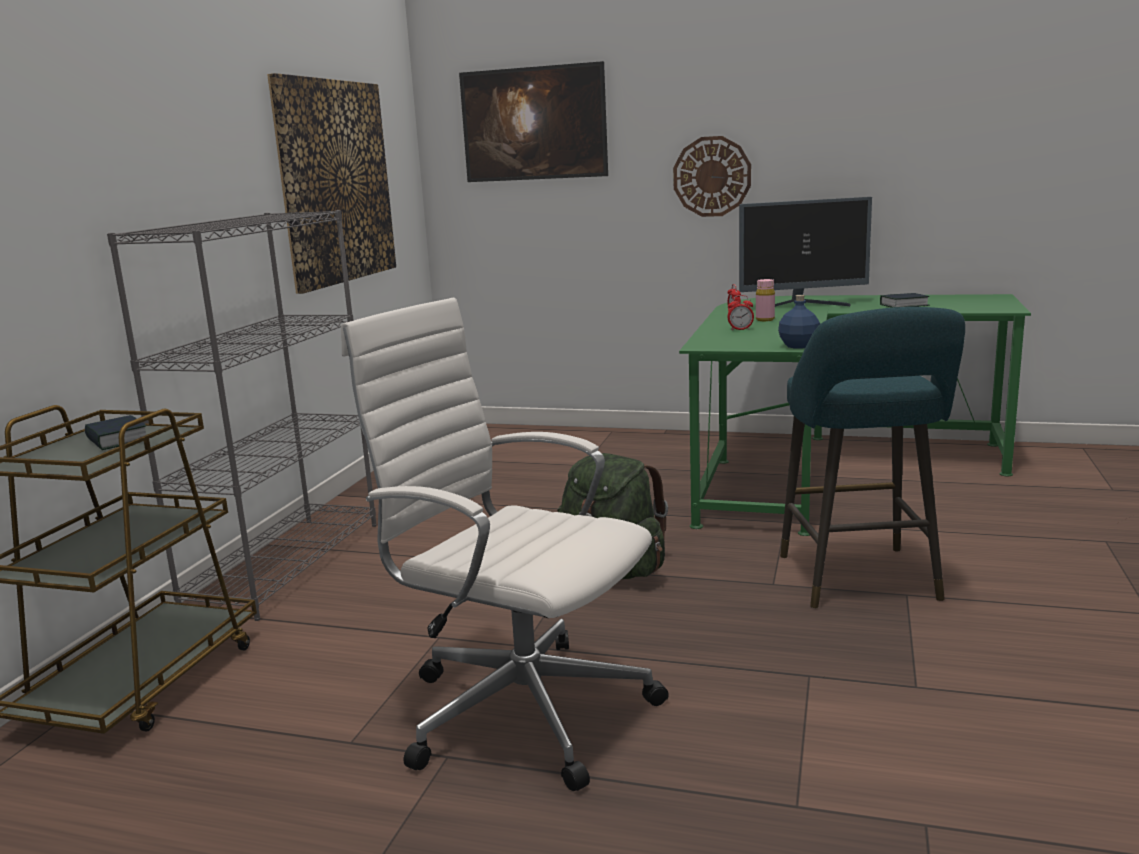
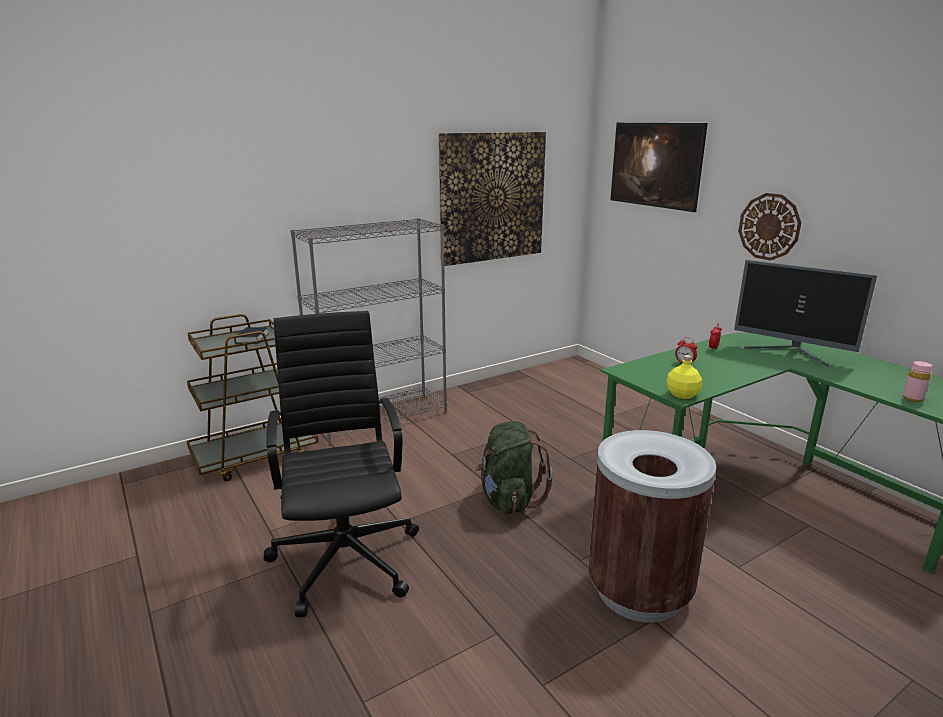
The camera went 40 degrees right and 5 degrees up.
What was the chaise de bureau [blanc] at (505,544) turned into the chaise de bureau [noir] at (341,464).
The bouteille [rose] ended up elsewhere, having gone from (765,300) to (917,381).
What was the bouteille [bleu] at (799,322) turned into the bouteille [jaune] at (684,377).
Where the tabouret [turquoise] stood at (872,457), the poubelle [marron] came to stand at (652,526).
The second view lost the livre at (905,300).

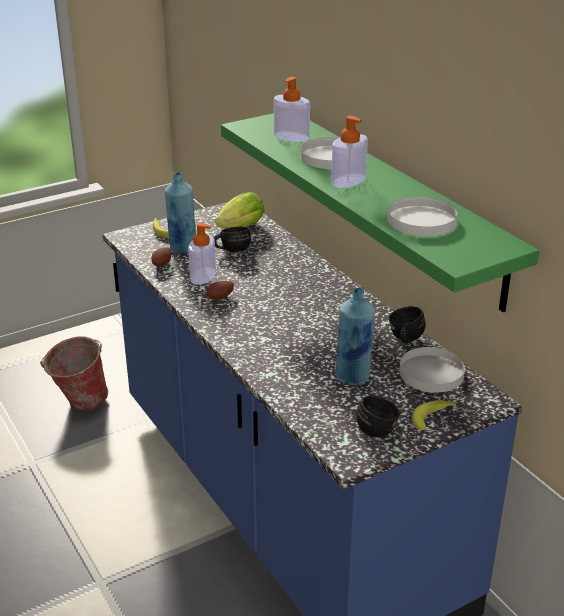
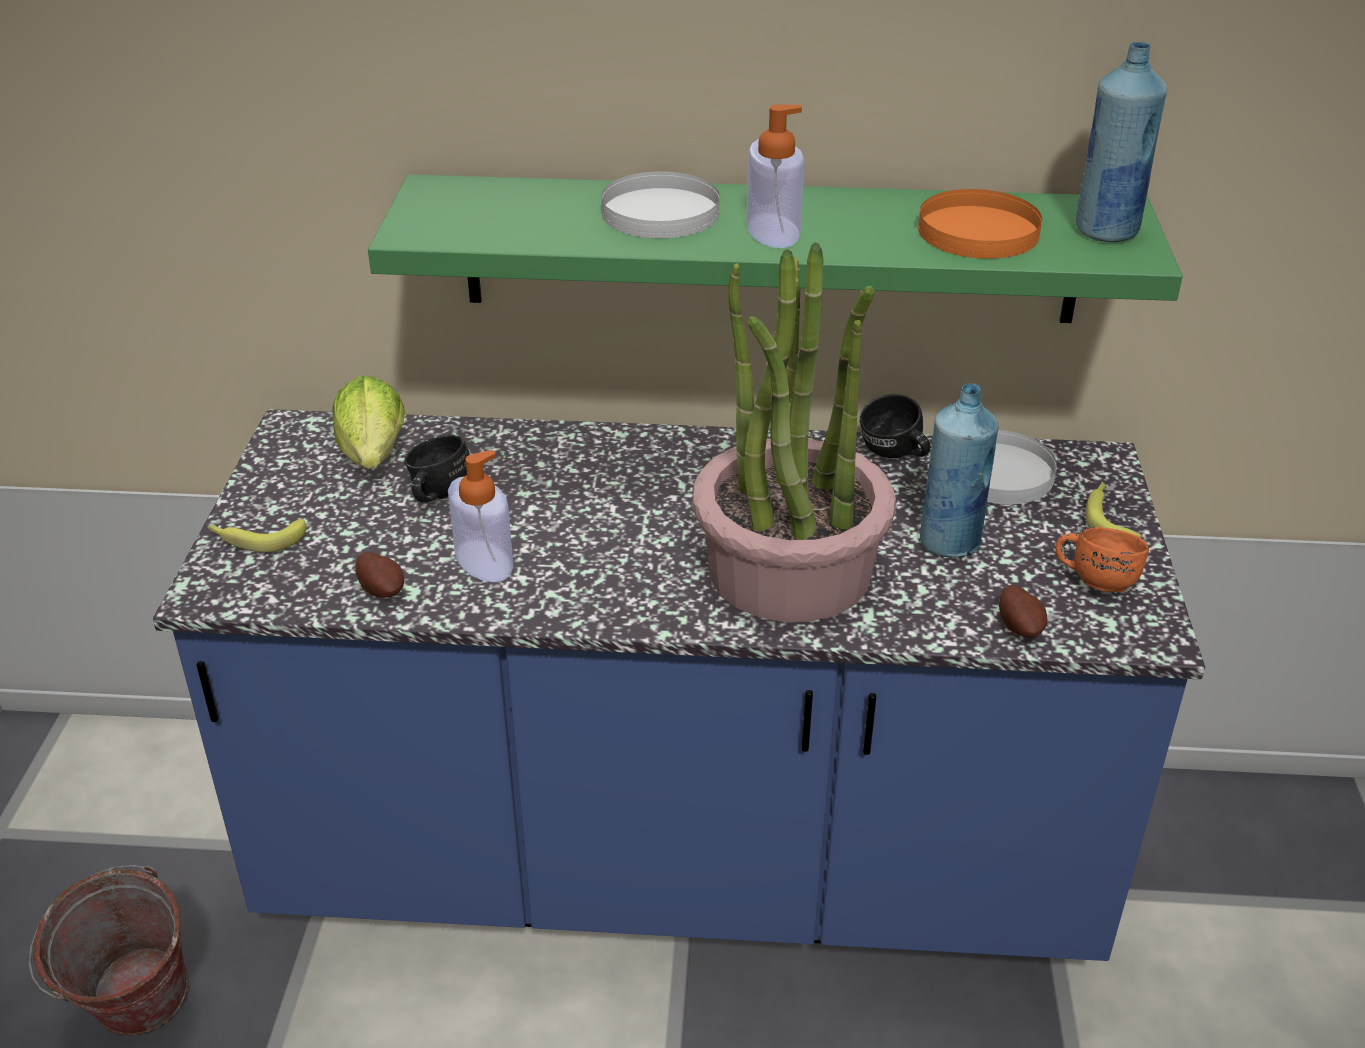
The camera went 55 degrees left and 5 degrees up.
The bouteille [bleu] ended up elsewhere, having gone from (180,213) to (1121,142).
The pomme de terre ended up elsewhere, having gone from (220,290) to (1023,611).
The second view lost the distributeur de savon at (292,109).
What was the mug [noir] at (378,415) turned into the mug [orange] at (1102,559).
What was the assiette [blanc] at (422,216) turned into the assiette [orange] at (980,224).
The second view gained the plante en pot at (794,432).

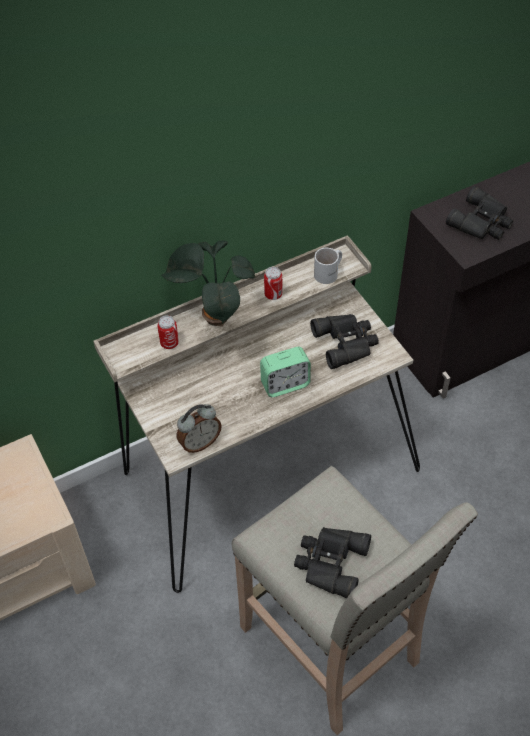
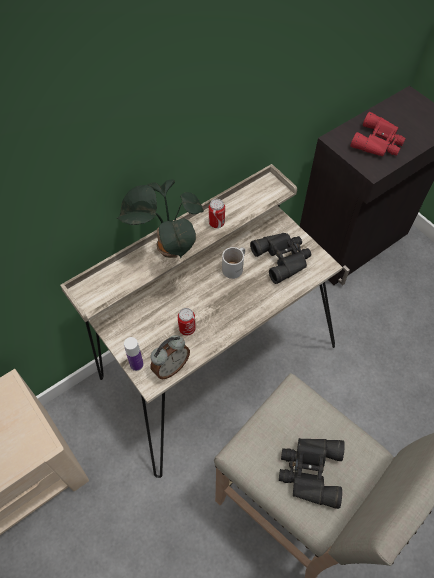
The camera went 10 degrees left and 5 degrees up.
The boîte métallique ended up elsewhere, having gone from (168,332) to (187,322).
The second view lost the réveil at (285,372).
The mug [blanc] ended up elsewhere, having gone from (328,266) to (233,263).
What was the jumelles [noir] at (479,213) turned into the jumelles [rouge] at (378,134).
The second view gained the bouteille at (134,354).

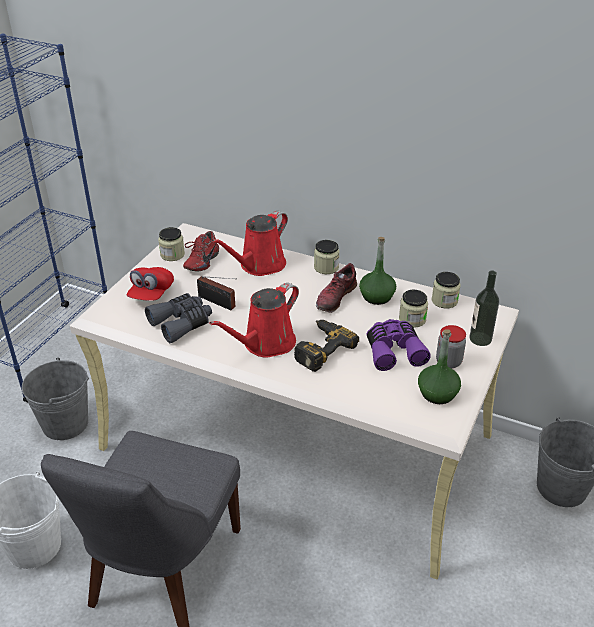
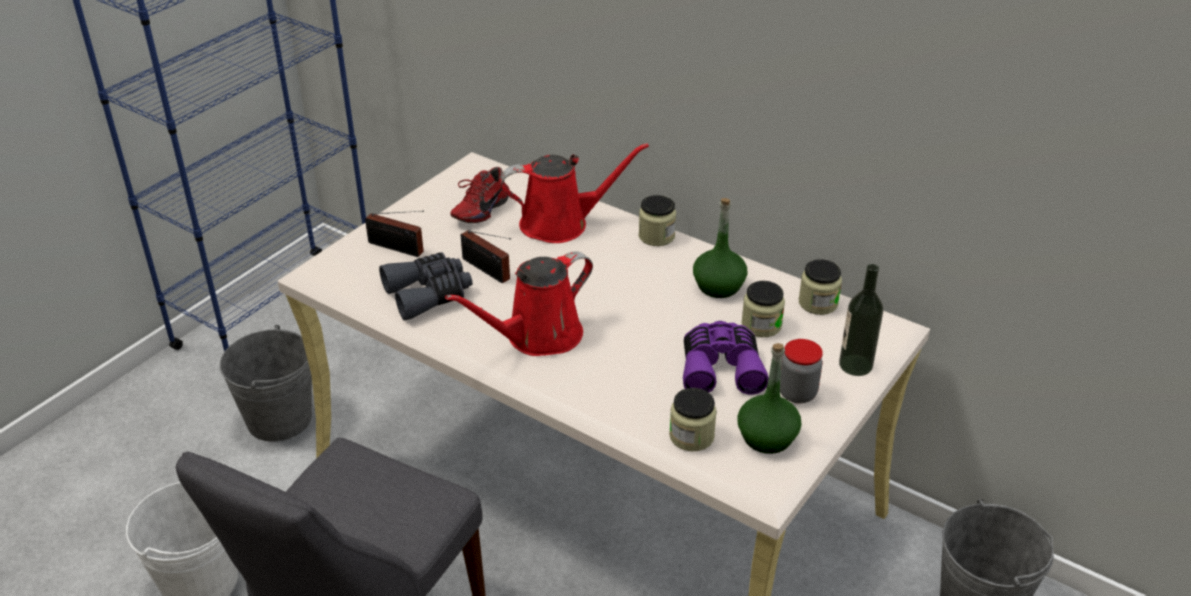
The camera went 10 degrees right and 0 degrees up.
Where the casquette [rouge] stood at (150,284), the radio came to stand at (394,234).
The bocal ended up elsewhere, having gone from (171,244) to (693,419).
The arrosoir [rouge] at (250,243) ended up facing another way, 150 degrees counterclockwise from before.
The second view lost the perceuse at (326,346).
The second view lost the chaussure at (336,288).

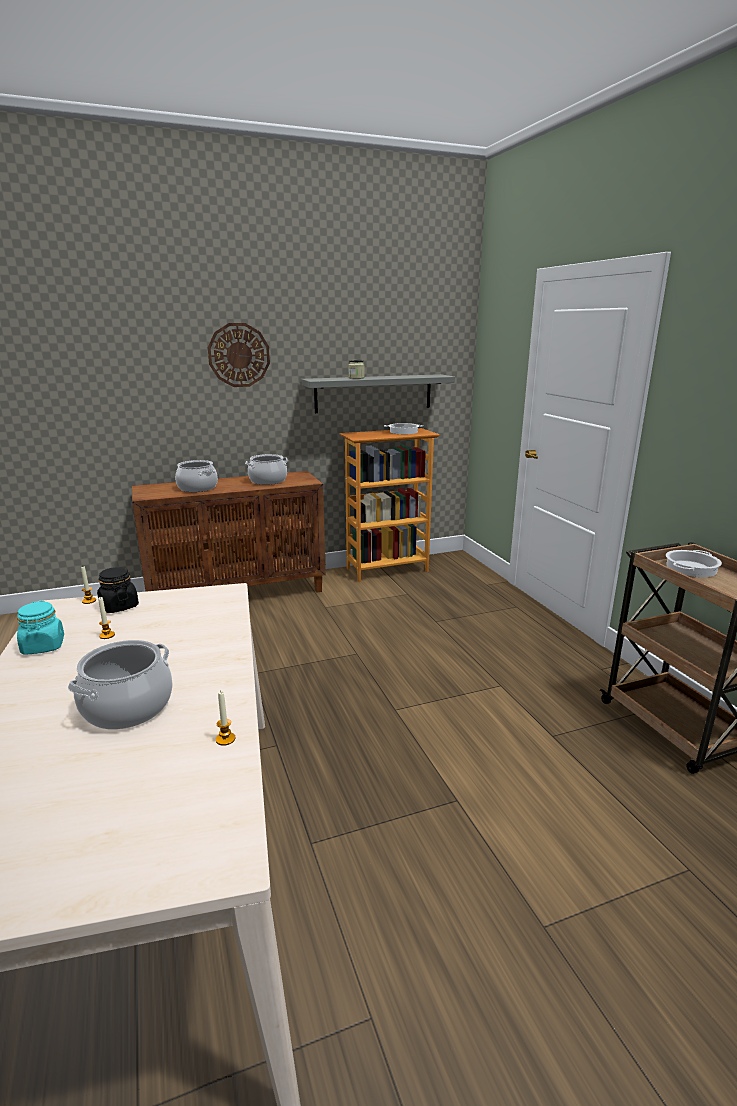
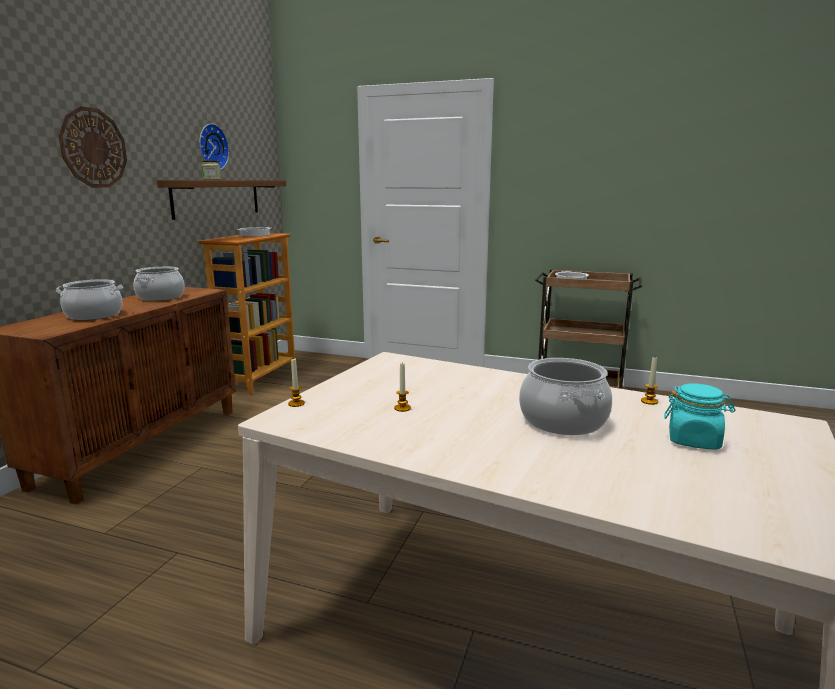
The camera went 50 degrees left and 5 degrees down.
The bocal [turquoise] ended up elsewhere, having gone from (40,628) to (699,416).
The second view lost the bocal [noir] at (118,590).
What was the étagère [gris] at (378,393) turned into the étagère [marron] at (221,200).
The second view gained the horloge murale at (214,147).

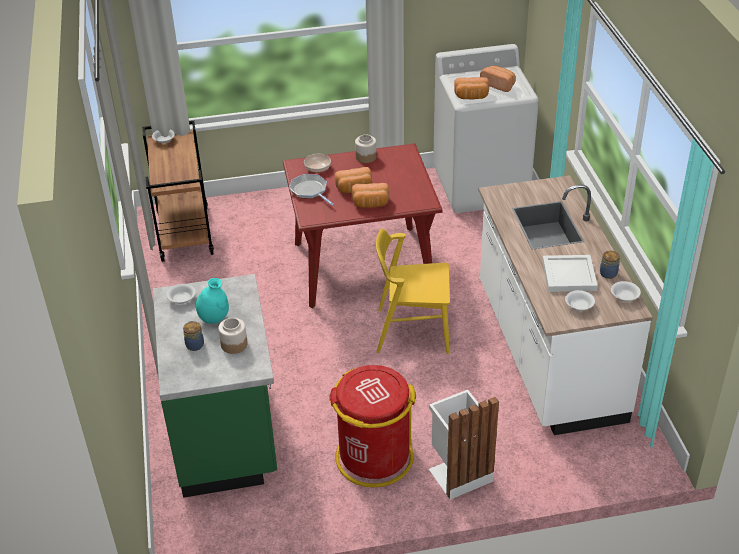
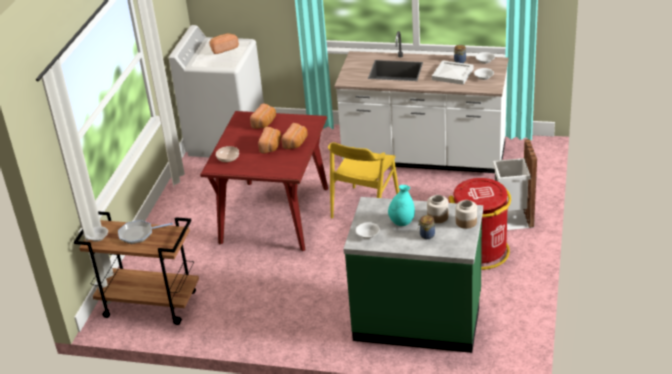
The camera went 65 degrees left and 5 degrees down.
The poêle ended up elsewhere, having gone from (311,190) to (145,232).
The bocal ended up elsewhere, having gone from (366,148) to (466,214).
The pain ended up elsewhere, having gone from (471,88) to (263,116).

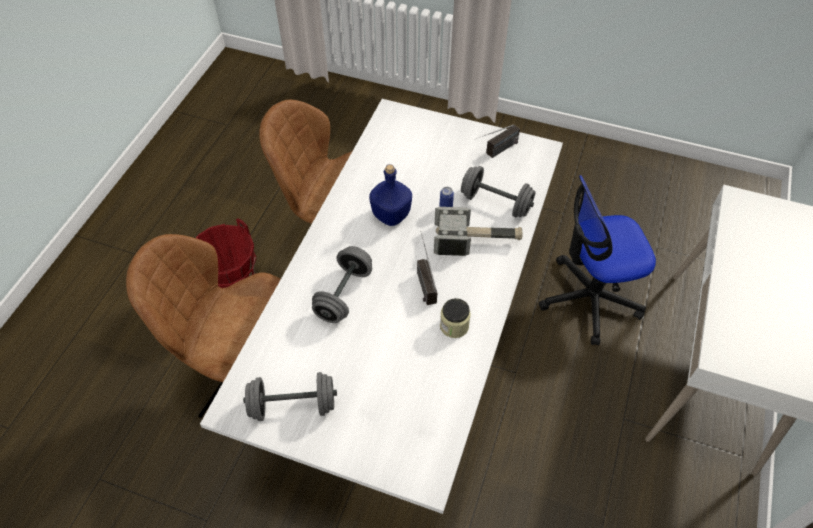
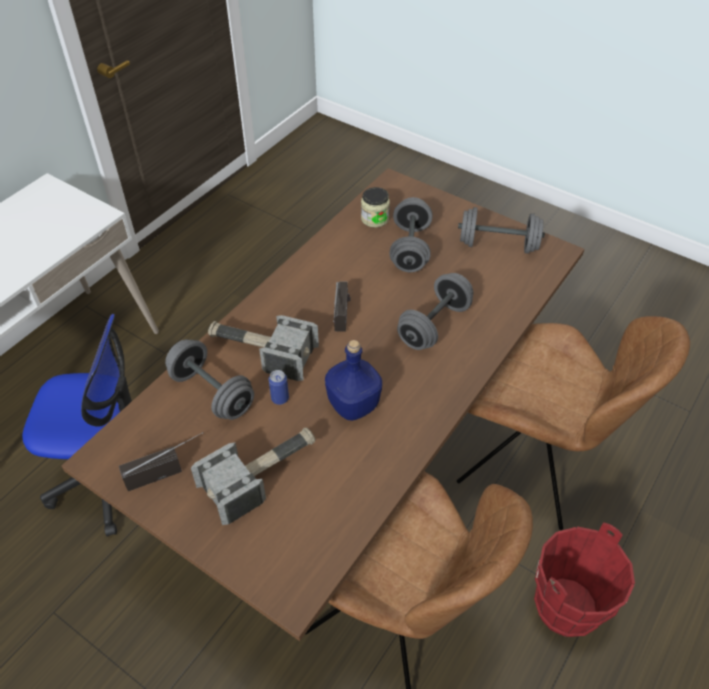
The camera went 165 degrees left and 5 degrees down.
What was the table à manger [blanc] at (381,306) turned into the table à manger [marron] at (322,404).
The bocal ended up elsewhere, having gone from (455,318) to (375,207).
The second view gained the marteau at (253,476).
The second view gained the haltère [gris] at (410,234).

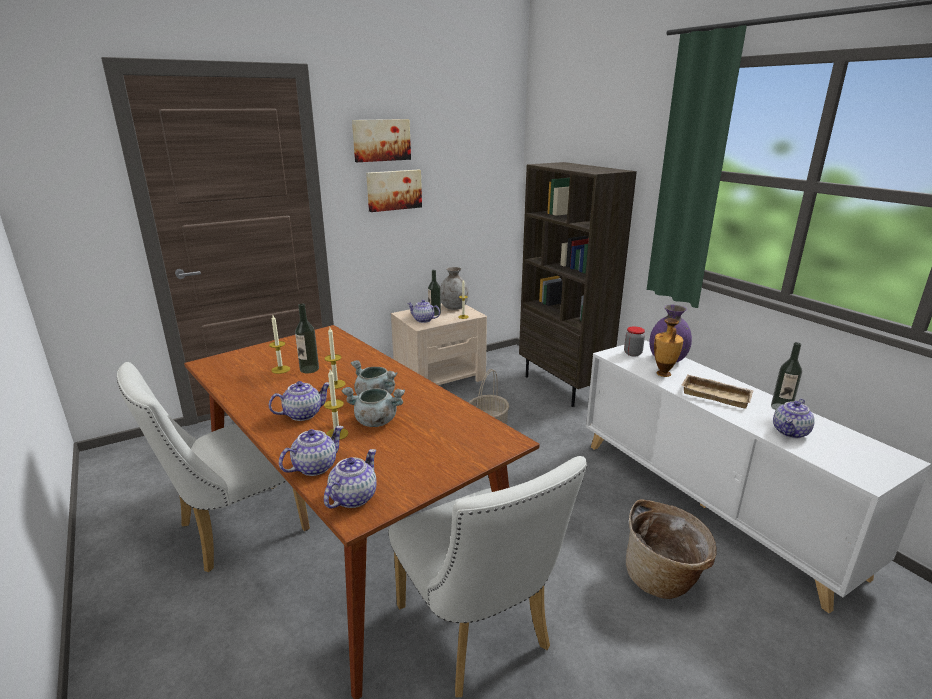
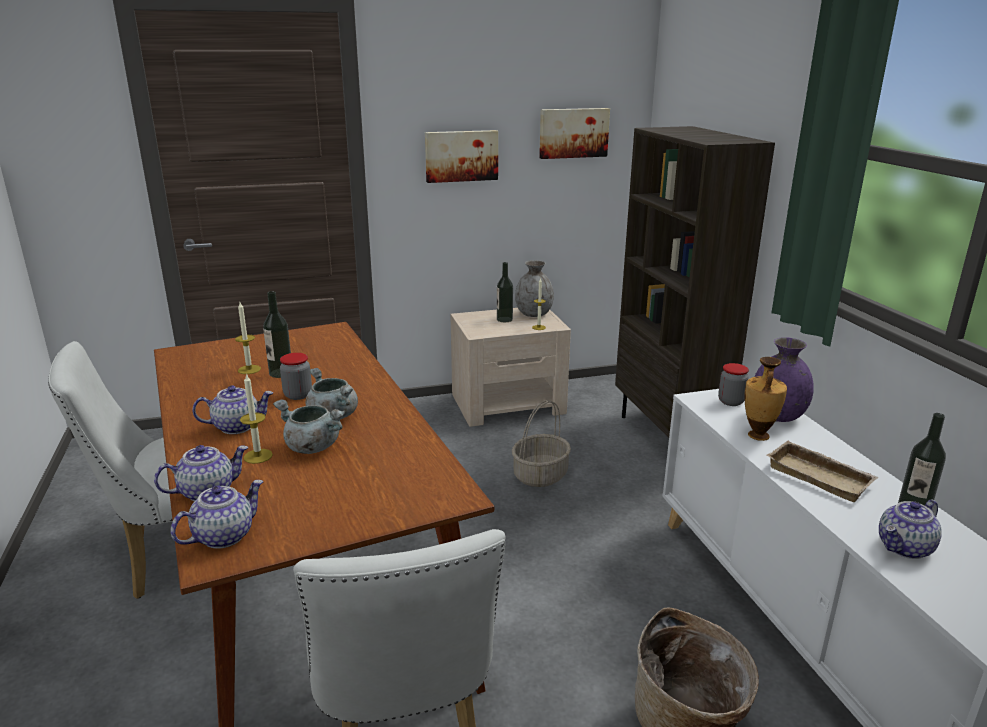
The camera went 15 degrees right and 0 degrees up.
Where the bougie stood at (335,358), the bocal came to stand at (296,376).
The tableau ended up elsewhere, having gone from (381,140) to (574,133).
The second view lost the théière at (423,311).

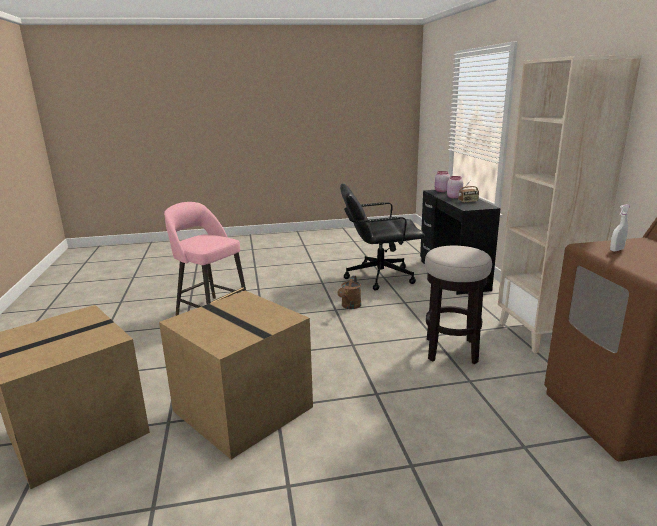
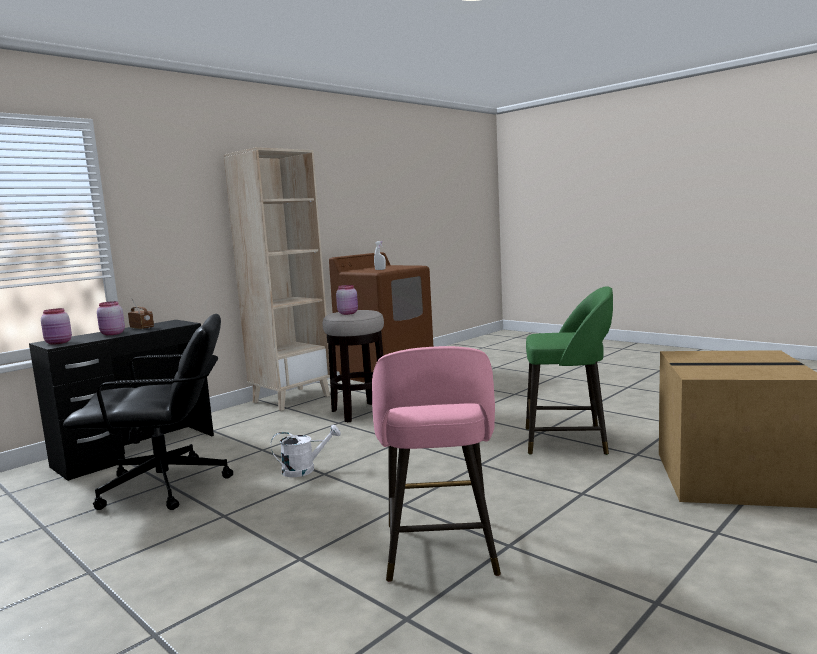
The camera went 125 degrees left and 10 degrees down.
Where the carton stood at (236,375), the tabouret [vert] came to stand at (569,371).
What was the arrosoir [marron] at (349,292) turned into the arrosoir [blanc] at (306,451).
The chaise de bureau [noir] at (382,237) ended up facing another way, 60 degrees counterclockwise from before.
The second view gained the bocal [rose] at (347,300).

